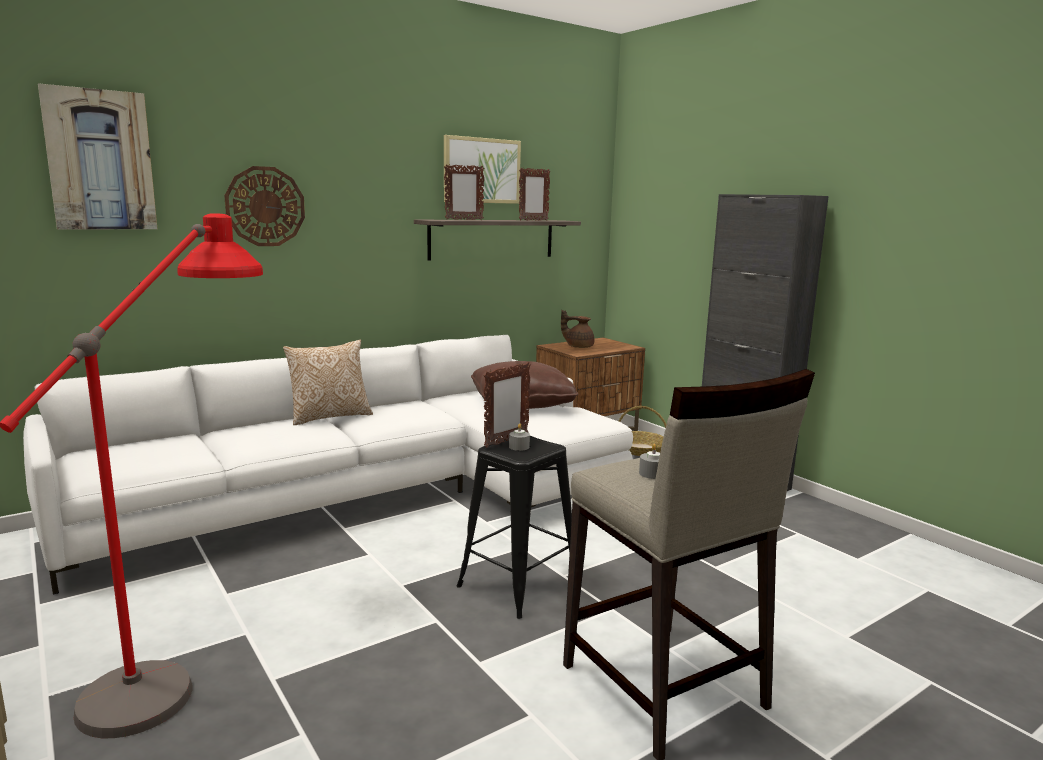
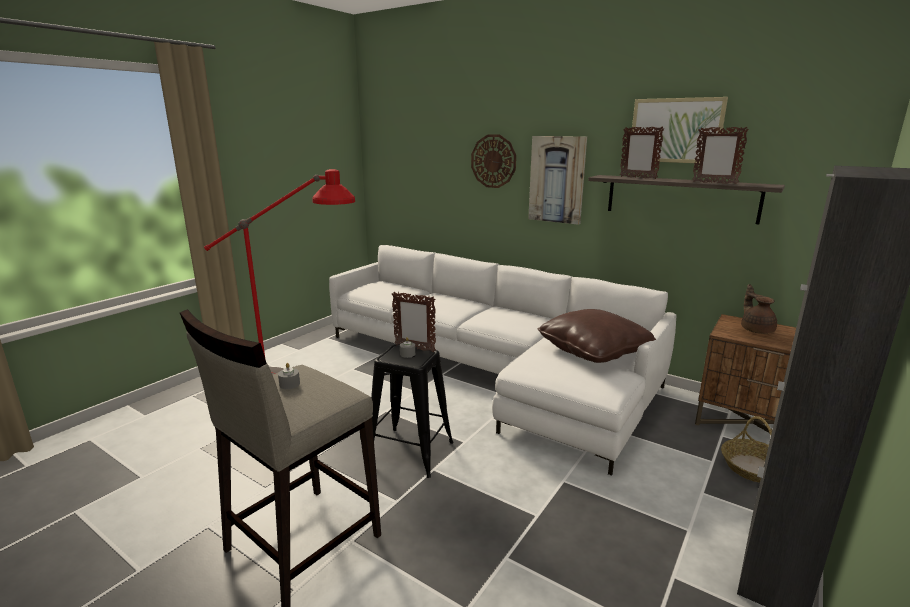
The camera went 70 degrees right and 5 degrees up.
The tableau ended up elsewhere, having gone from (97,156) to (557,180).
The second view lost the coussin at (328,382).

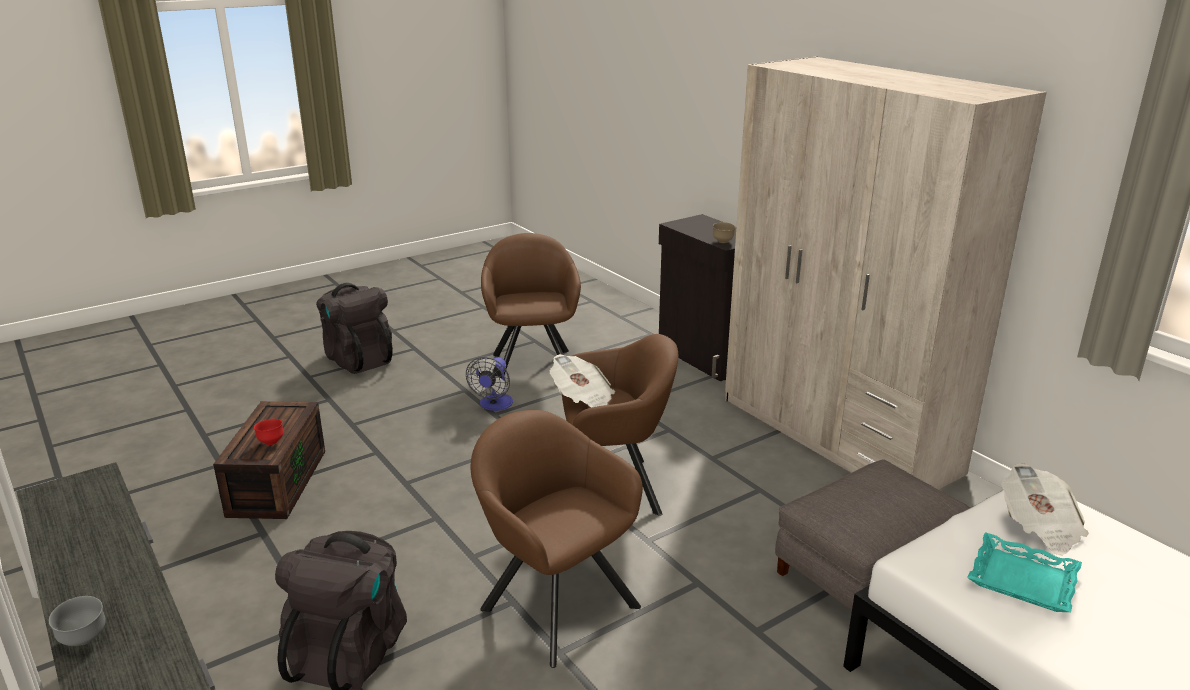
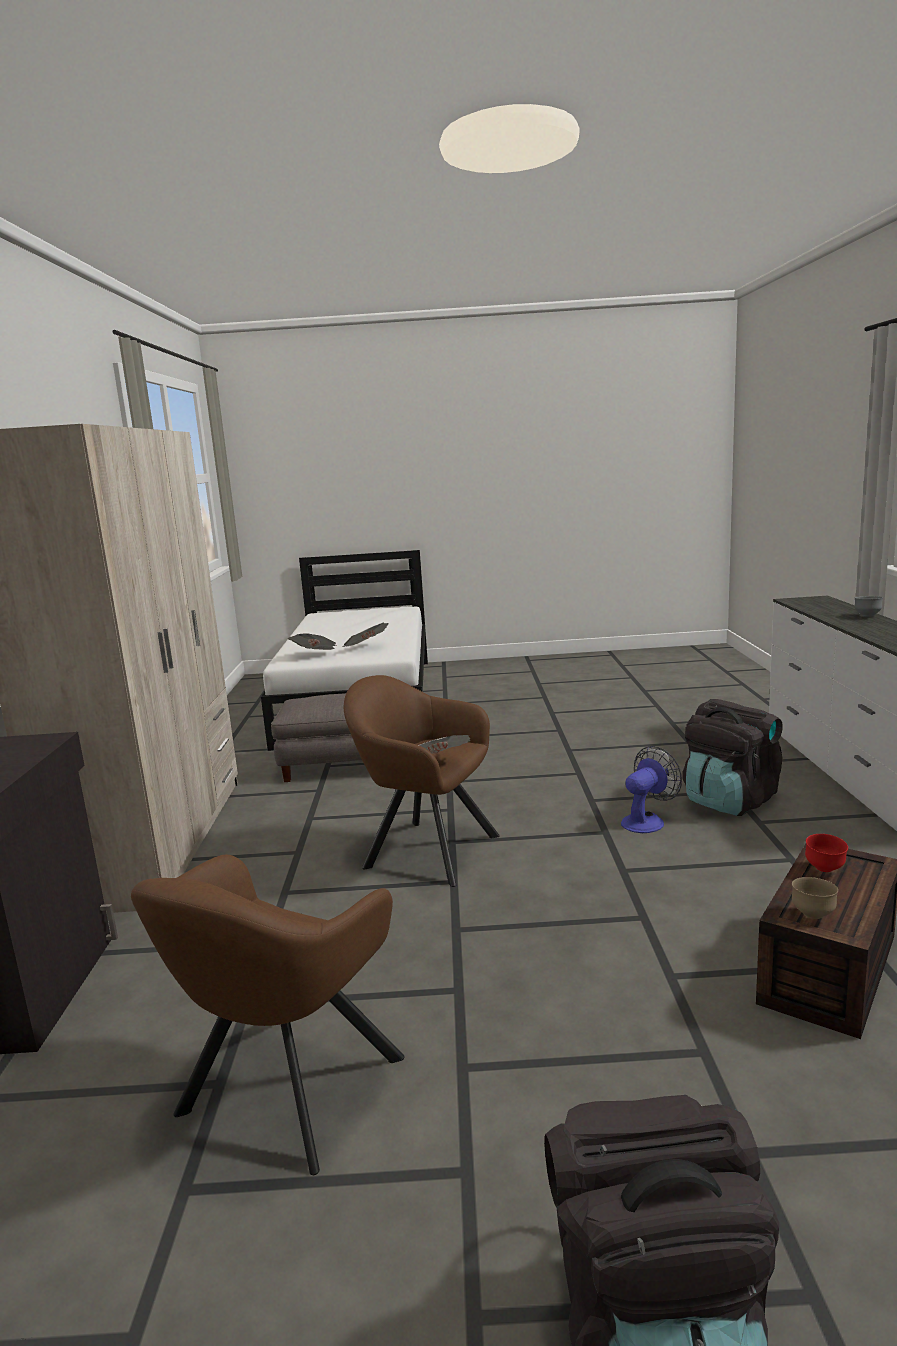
The camera went 145 degrees left and 10 degrees down.
The ventilateur ended up elsewhere, having gone from (489,384) to (651,789).
The second view lost the fauteuil [marron] at (557,539).
The bol [marron] ended up elsewhere, having gone from (724,232) to (815,898).
Where the plateau [turquoise] stood at (1024,572), the journal came to stand at (365,635).

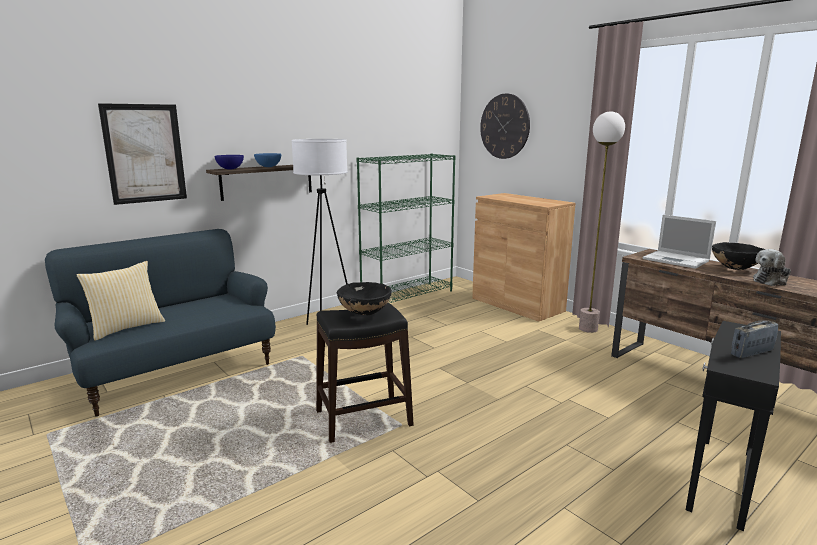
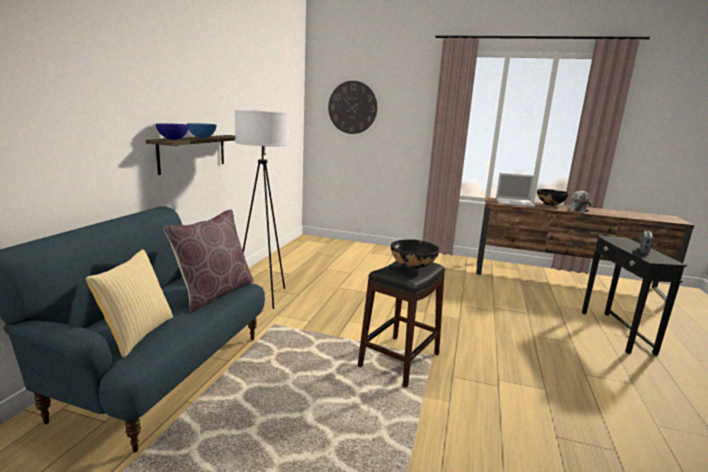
The camera went 35 degrees left and 0 degrees up.
The second view lost the tableau at (142,154).
The second view lost the bibliothèque [vert] at (406,228).
The second view lost the meuble de rangement [marron] at (524,257).
The second view lost the lampadaire at (602,222).
The second view gained the coussin [marron] at (209,261).

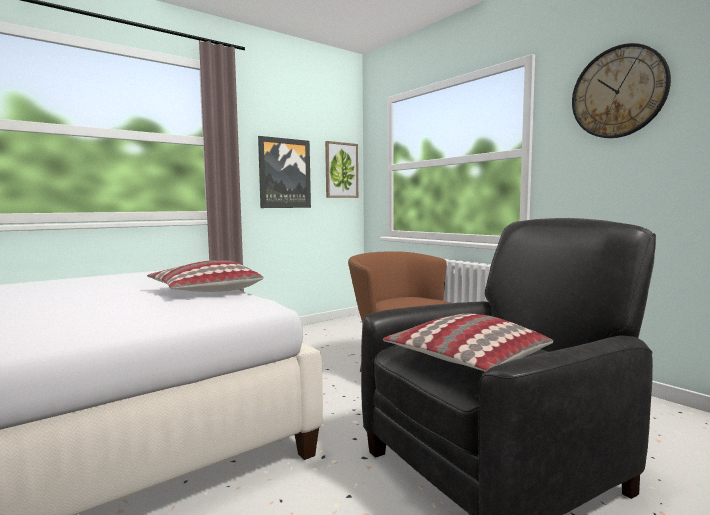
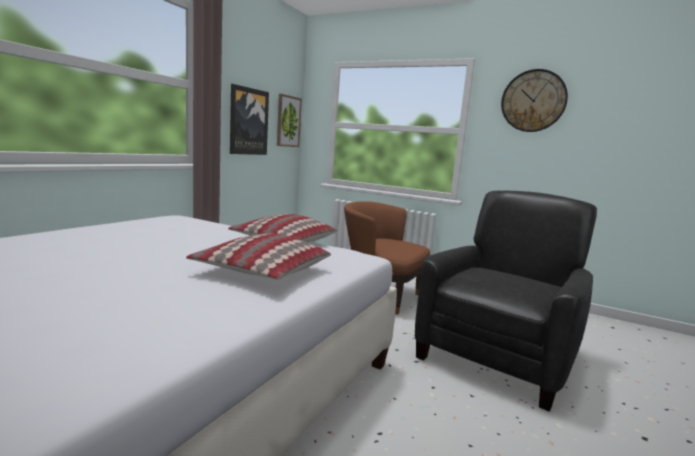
The camera went 25 degrees left and 5 degrees up.
The coussin ended up elsewhere, having gone from (468,343) to (258,256).

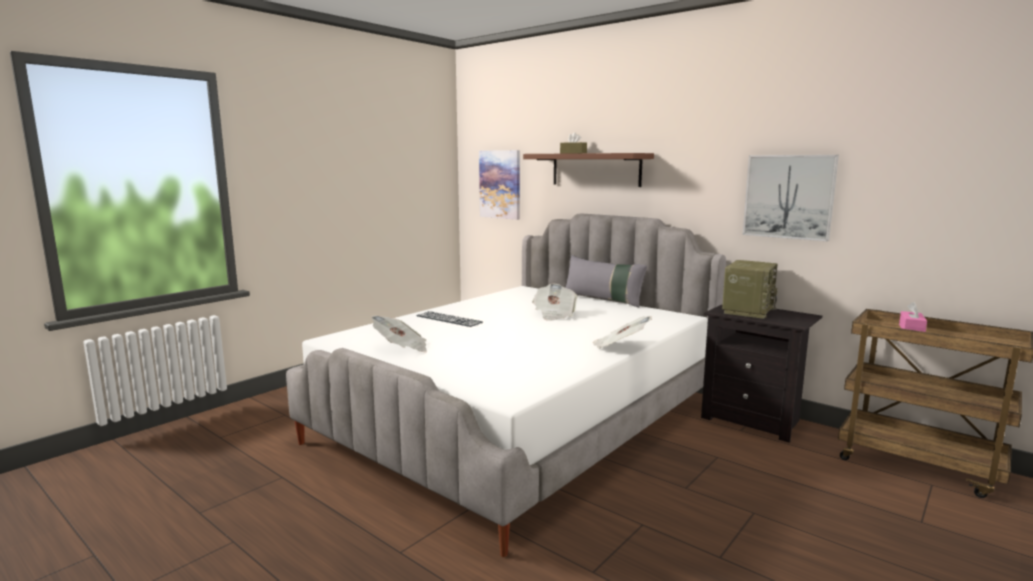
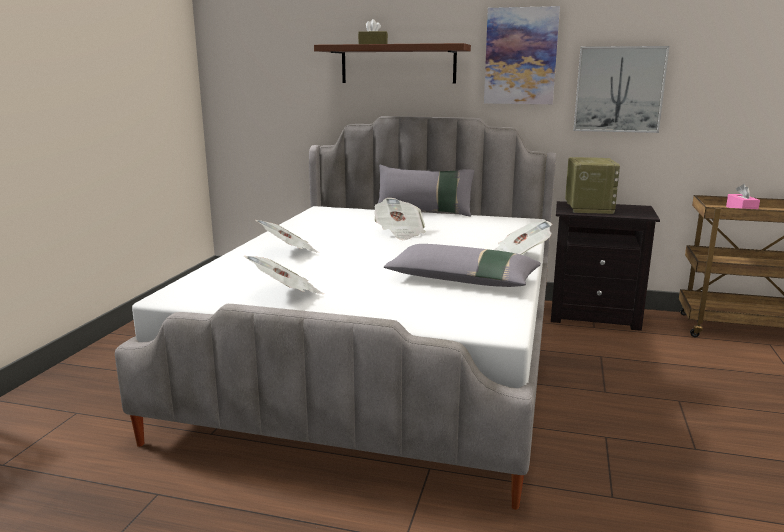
The camera went 25 degrees left and 5 degrees up.
Where the clavier stood at (449,319), the journal came to stand at (287,236).
The tableau ended up elsewhere, having gone from (499,185) to (522,55).
The second view gained the coussin [gris] at (462,265).

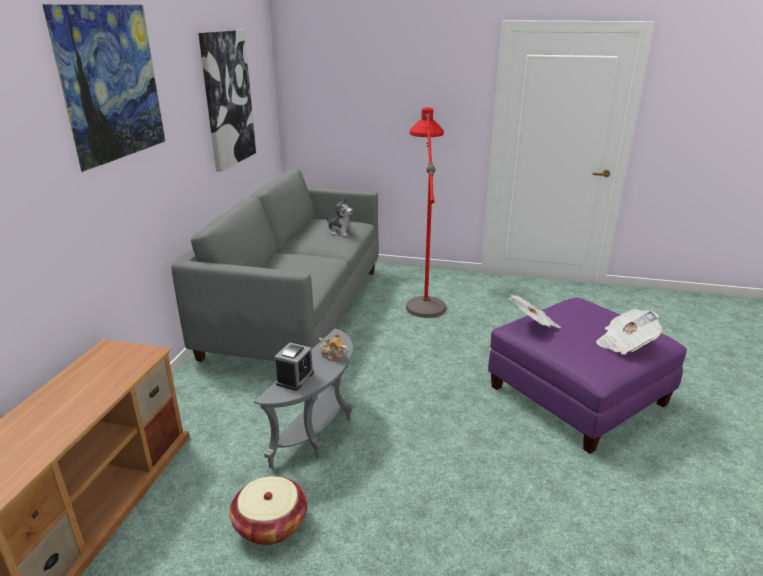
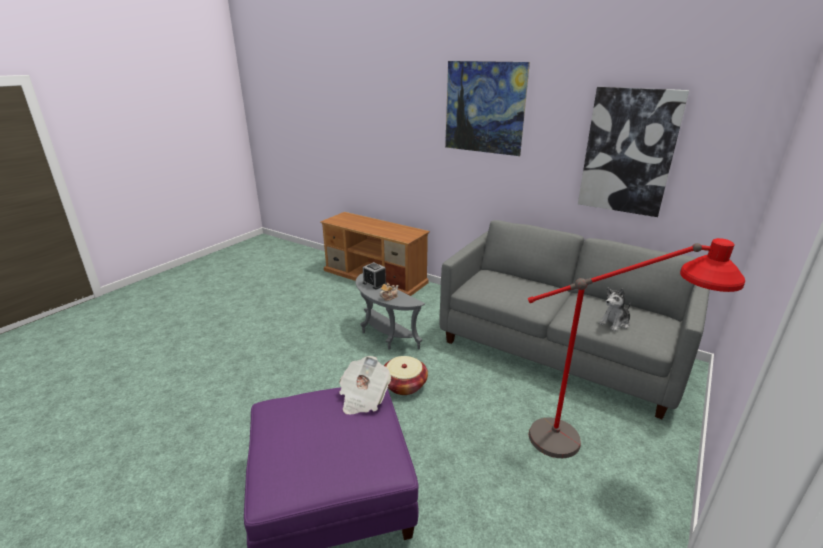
The camera went 110 degrees right and 0 degrees up.
The panier ended up elsewhere, having gone from (268,510) to (406,375).
The second view lost the journal at (629,332).

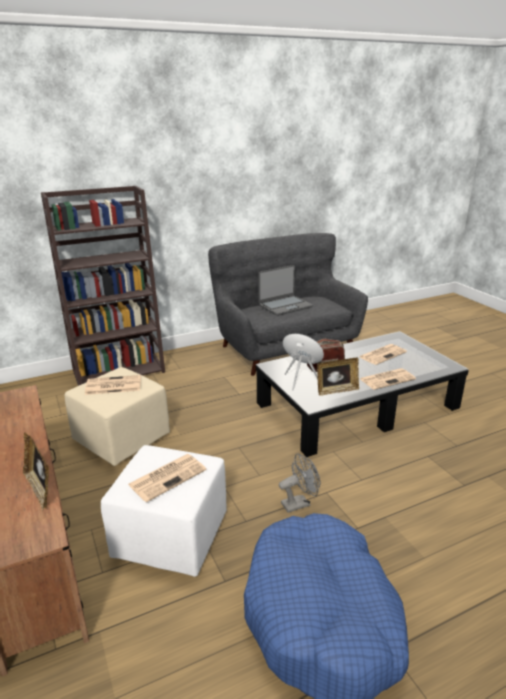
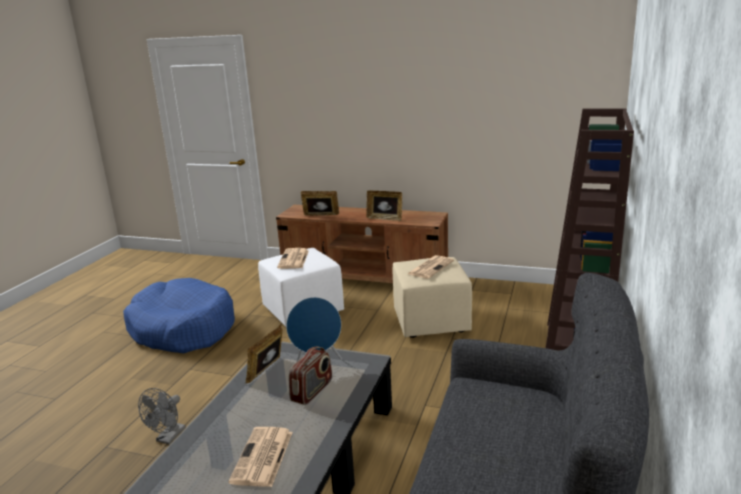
The camera went 135 degrees right and 5 degrees down.
The second view lost the ordinateur portable at (285,290).
The ventilateur [gris] ended up elsewhere, having gone from (299,483) to (162,416).
The second view lost the journal at (388,379).
The second view gained the cadre photo at (384,205).

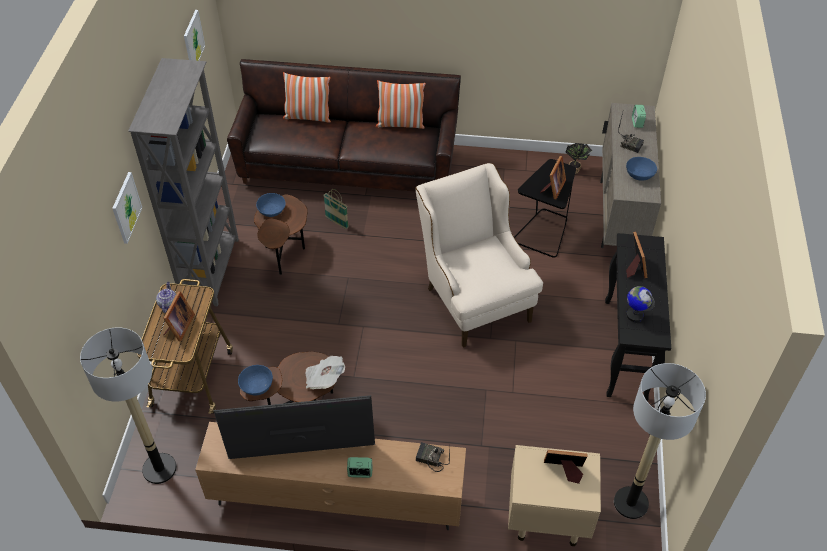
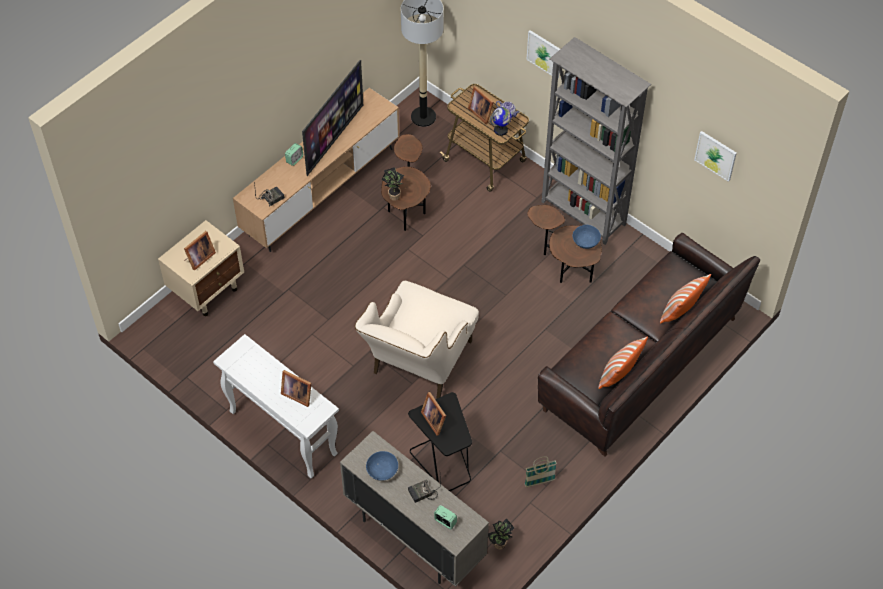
The camera went 125 degrees right and 5 degrees up.
The second view lost the bol [bleu] at (255,380).
Where the journal stood at (325,372), the plante en pot came to stand at (392,184).
The panier ended up elsewhere, having gone from (336,209) to (541,472).
The fauteuil [beige] at (479,255) ended up facing another way, 105 degrees clockwise from before.
What was the table console [noir] at (638,317) turned into the table console [blanc] at (276,406).
The second view lost the lampadaire at (660,441).
The globe ended up elsewhere, having gone from (640,304) to (500,121).

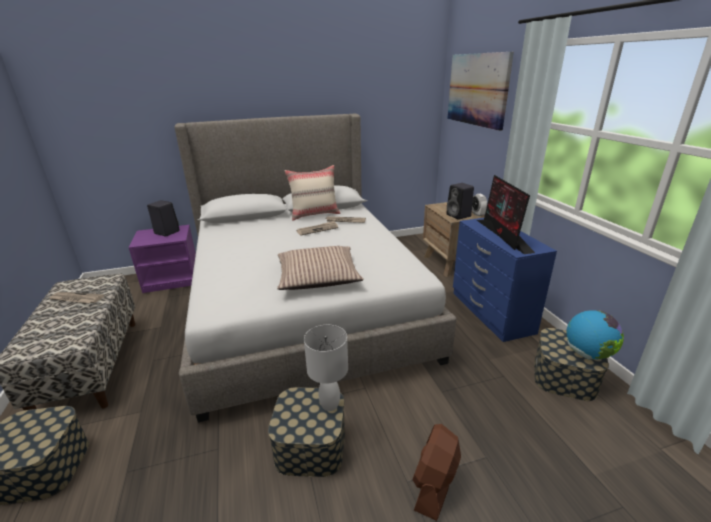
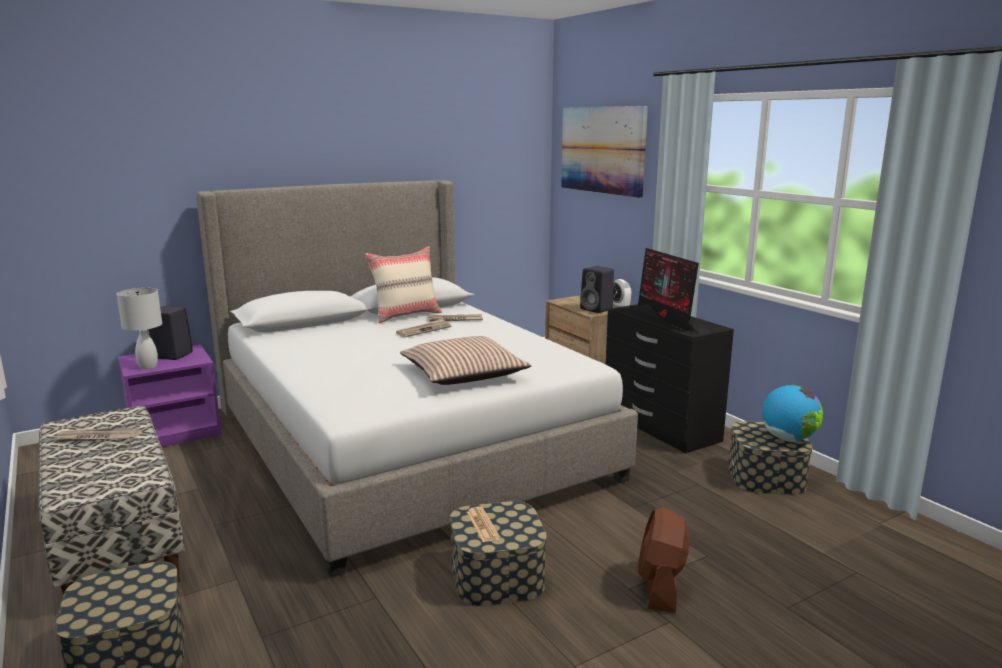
The camera went 15 degrees left and 10 degrees down.
The lampe de table [blanc] ended up elsewhere, having gone from (326,368) to (139,328).
What was the commode [bleu] at (505,280) turned into the commode [noir] at (670,378).
The second view gained the journal at (483,524).

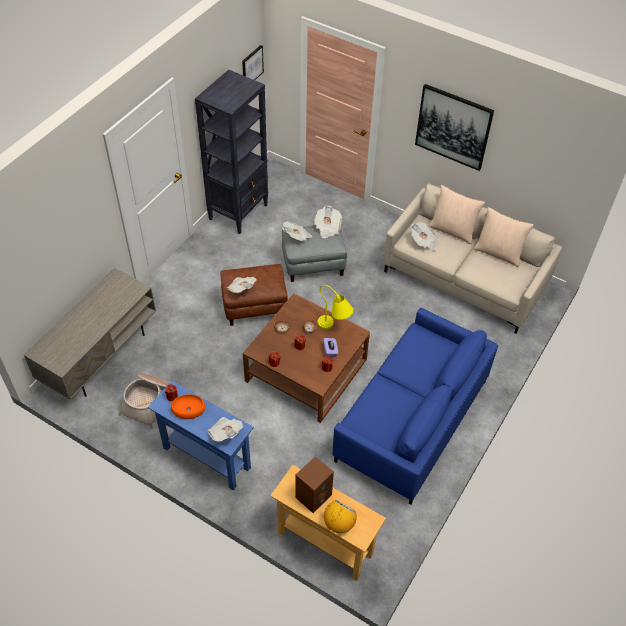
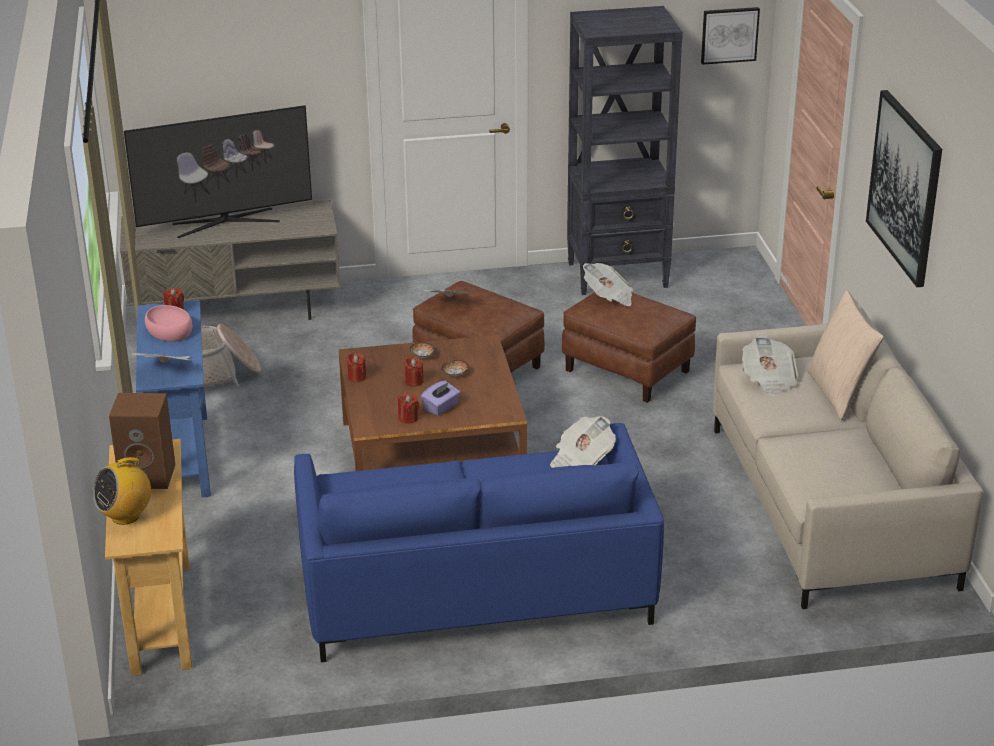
The camera went 50 degrees right and 20 degrees down.
What was the bol [orange] at (188,406) turned into the bol [rose] at (169,323).
What was the pouf [gris] at (314,253) turned into the pouf [marron] at (629,347).
The journal ended up elsewhere, having gone from (328,222) to (583,442).
The second view lost the lampe de table [jaune] at (335,307).
The radio at (340,516) ended up facing another way, 150 degrees clockwise from before.
The second view lost the coussin [beige] at (503,237).
The second view gained the téléviseur at (218,171).

